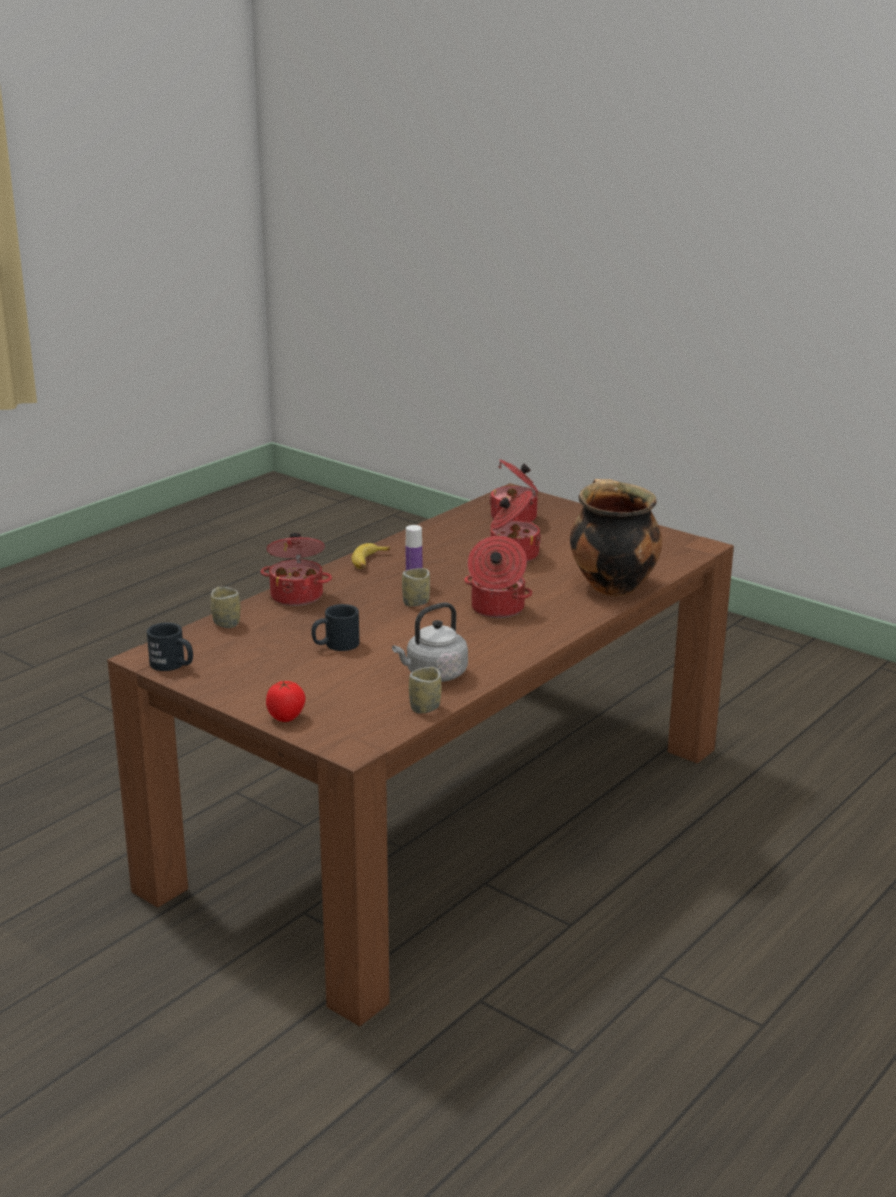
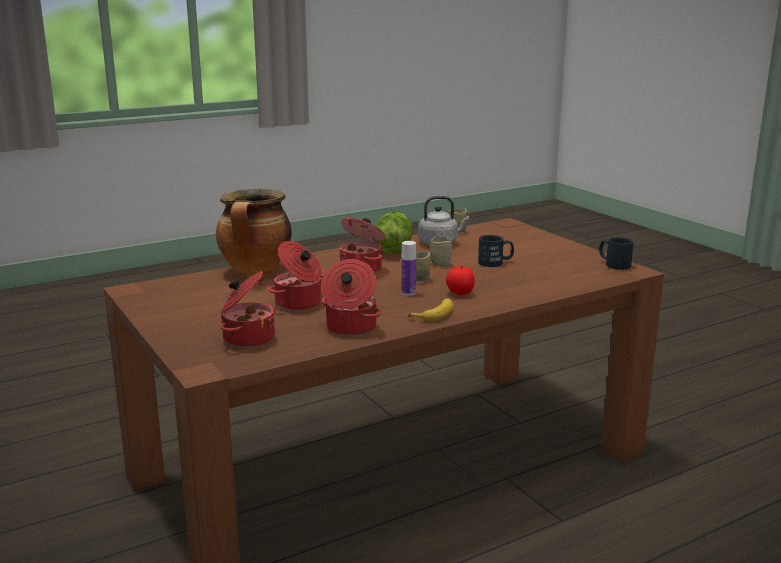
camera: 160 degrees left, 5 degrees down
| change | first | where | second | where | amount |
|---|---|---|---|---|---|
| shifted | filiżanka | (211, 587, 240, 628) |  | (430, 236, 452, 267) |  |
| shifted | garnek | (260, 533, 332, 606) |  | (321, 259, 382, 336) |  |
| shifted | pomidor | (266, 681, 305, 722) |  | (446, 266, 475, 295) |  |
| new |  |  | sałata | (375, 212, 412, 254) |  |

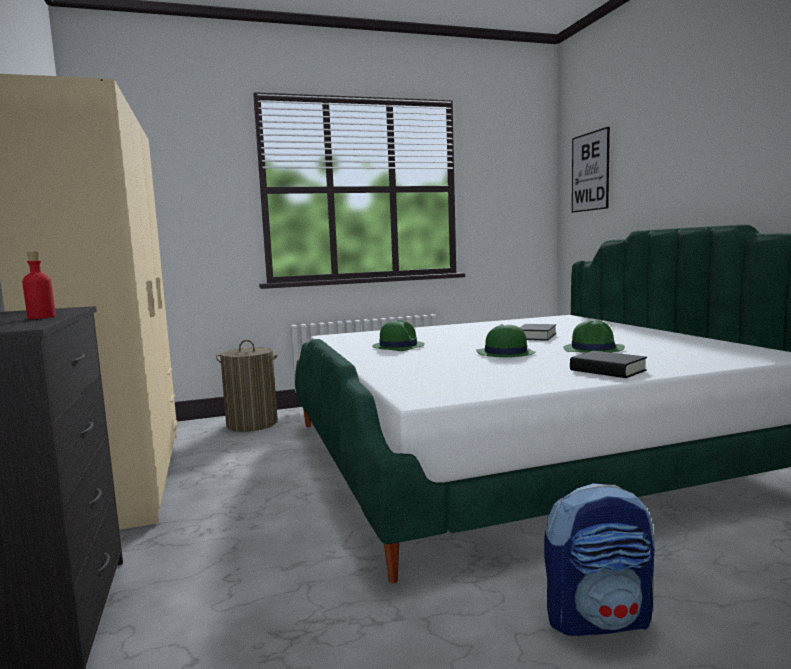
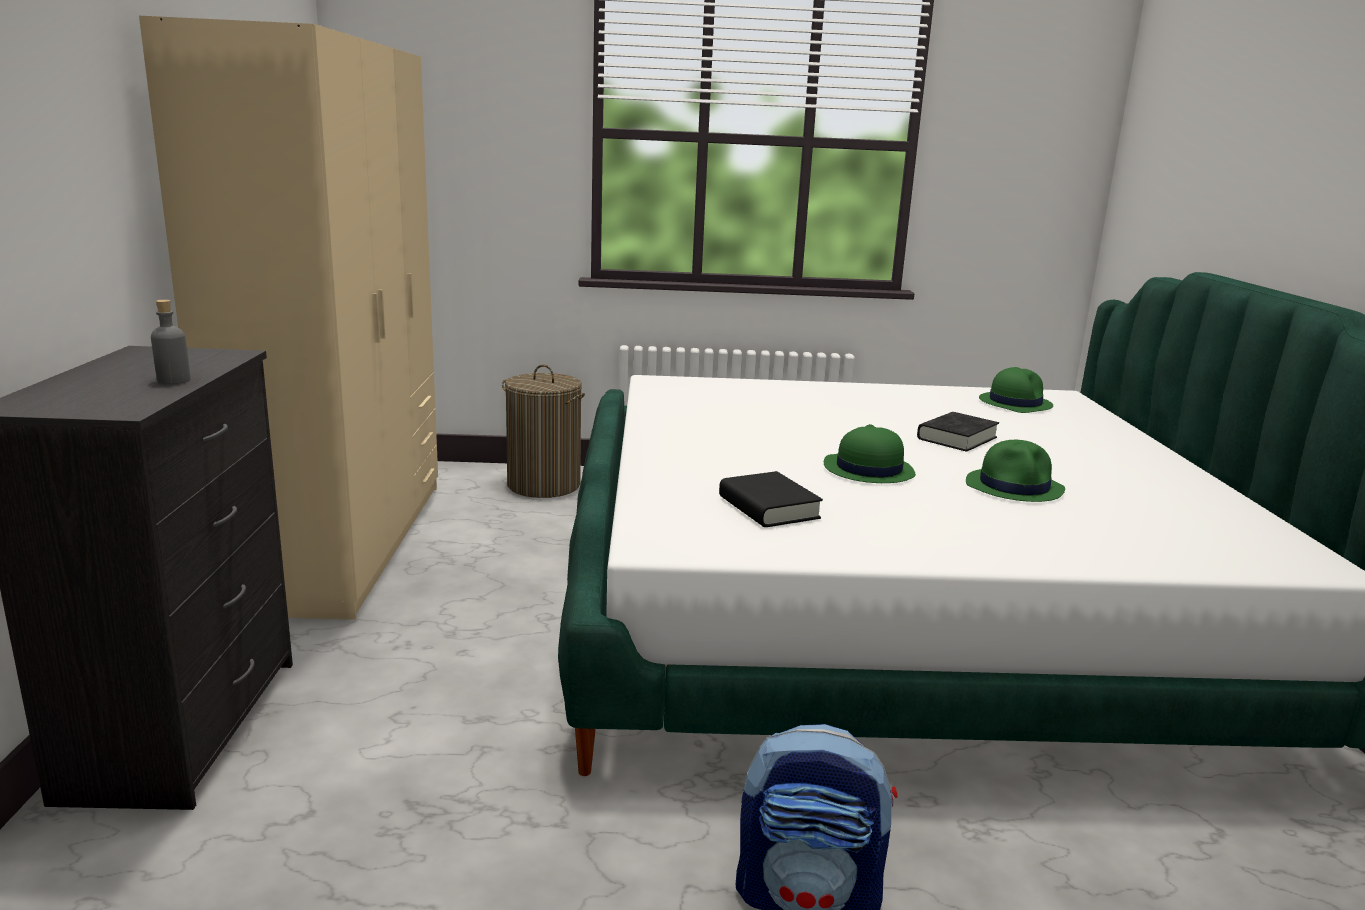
camera: 15 degrees right, 10 degrees up
| change | first | where | second | where | amount |
|---|---|---|---|---|---|
| repainted | butelka (czerwony) | (22, 252, 56, 319) | butelka (szary) | (151, 300, 191, 384) |  |
| shifted | kapelusz (zielony) | (372, 320, 425, 351) |  | (979, 367, 1053, 413) |  |
| shifted | książka (czarny) | (570, 351, 647, 378) |  | (719, 471, 823, 527) |  |
| gone | obraz | (572, 127, 610, 213) |  |  |  |

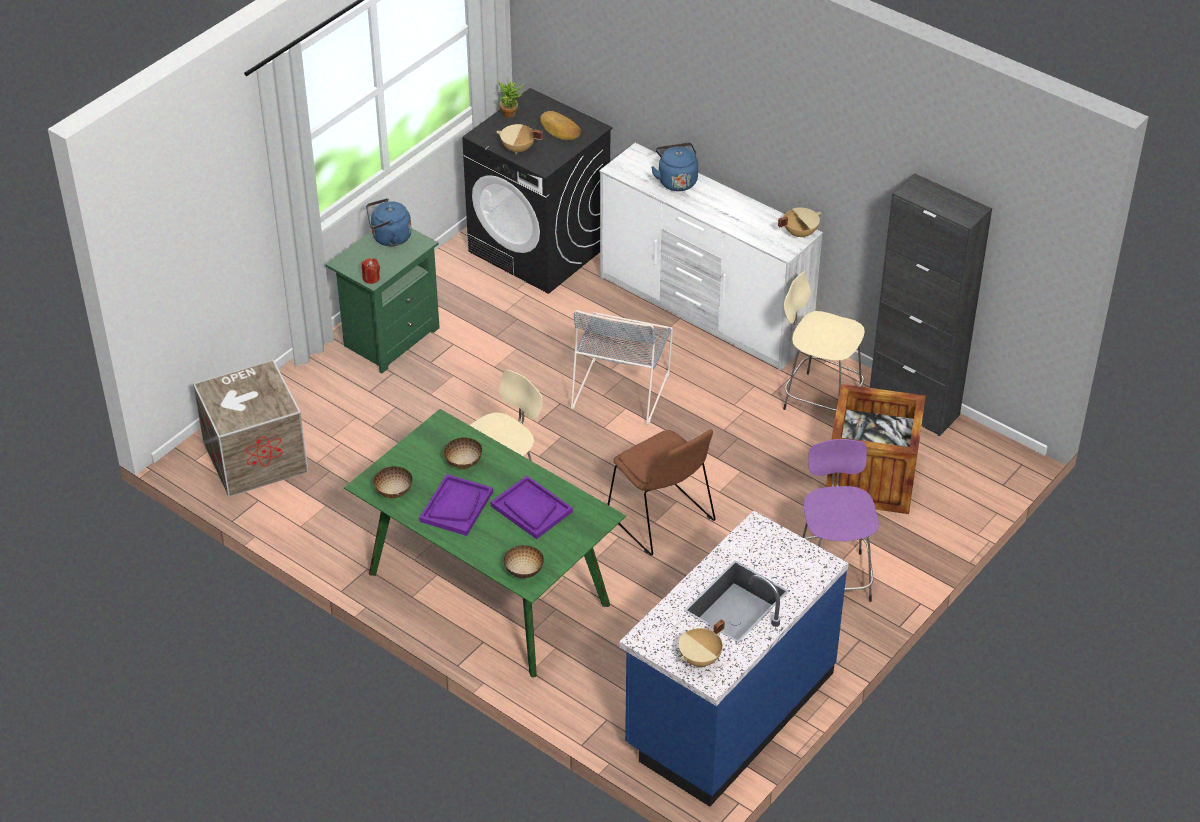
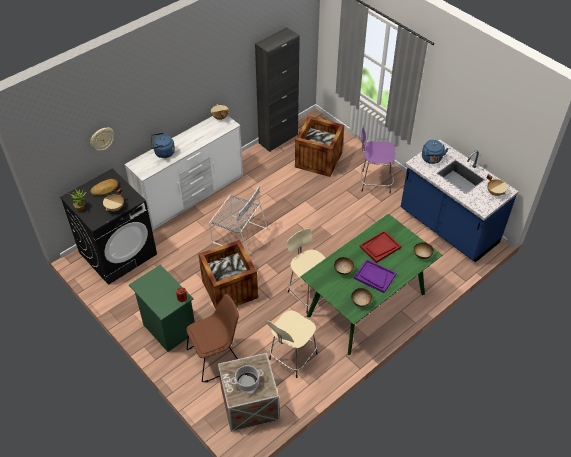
camera: 80 degrees left, 5 degrees up
| change | first | where | second | where | amount |
|---|---|---|---|---|---|
| shifted | czajnik (niebieski) | (366, 198, 412, 246) |  | (422, 140, 449, 164) |  |
| repainted | taca (fioletowy) | (491, 476, 573, 539) | taca (czerwony) | (360, 230, 401, 263) |  |
| shifted | krzesło (brązowy) | (608, 429, 716, 556) |  | (186, 294, 239, 382) |  |
| shifted | stołek (beżowy) | (783, 271, 865, 411) |  | (266, 310, 317, 378) |  |
| new |  |  | zegar ścienny | (90, 127, 114, 151) |  |
| new |  |  | skrzynka | (198, 240, 258, 309) |  |
| new |  |  | garnek | (230, 365, 264, 392) |  |

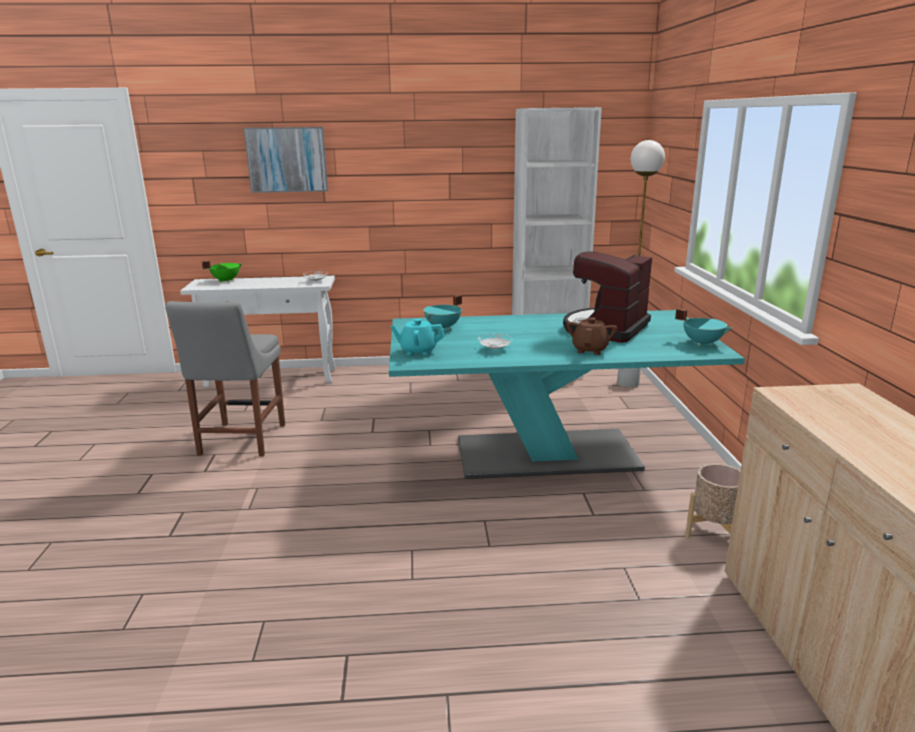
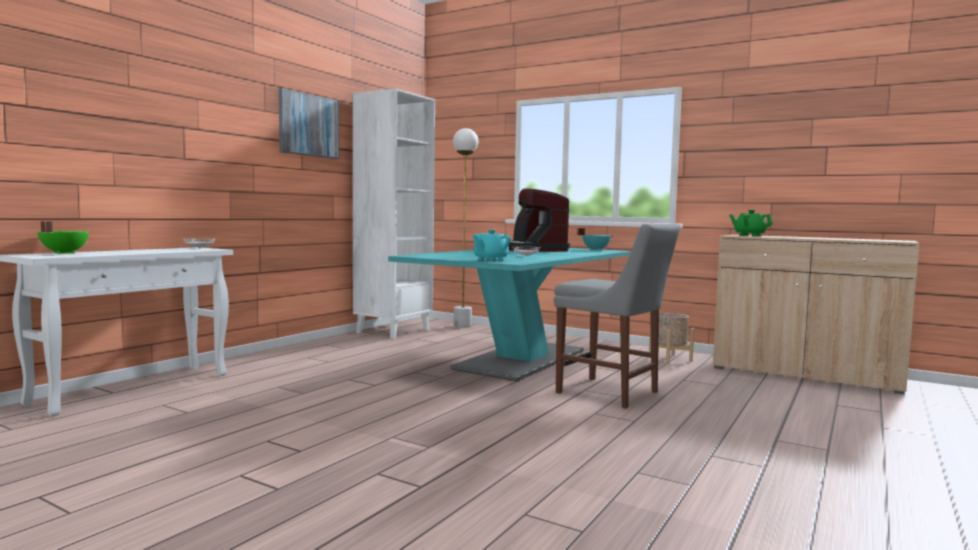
camera: 55 degrees left, 15 degrees down
| change | first | where | second | where | amount |
|---|---|---|---|---|---|
| shifted | krzesło (szary) | (165, 301, 285, 456) |  | (554, 224, 680, 408) |  |
| shifted | obraz | (244, 127, 328, 193) |  | (279, 88, 339, 159) |  |
| gone | garnek (turkusowy) | (424, 295, 462, 330) |  |  |  |
| gone | imbryk (brązowy) | (566, 317, 617, 355) |  |  |  |
| new |  |  | imbryk (zielony) | (729, 210, 773, 236) |  |

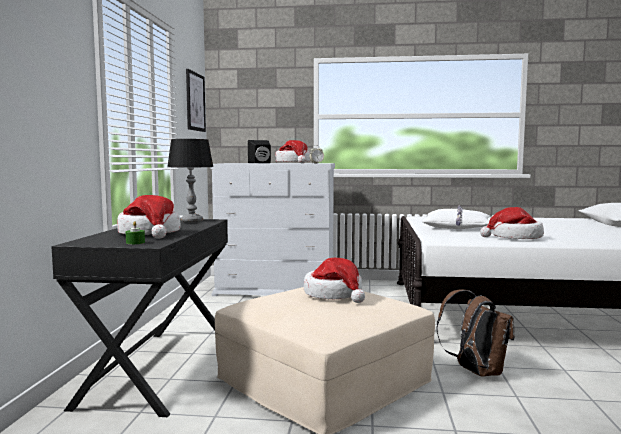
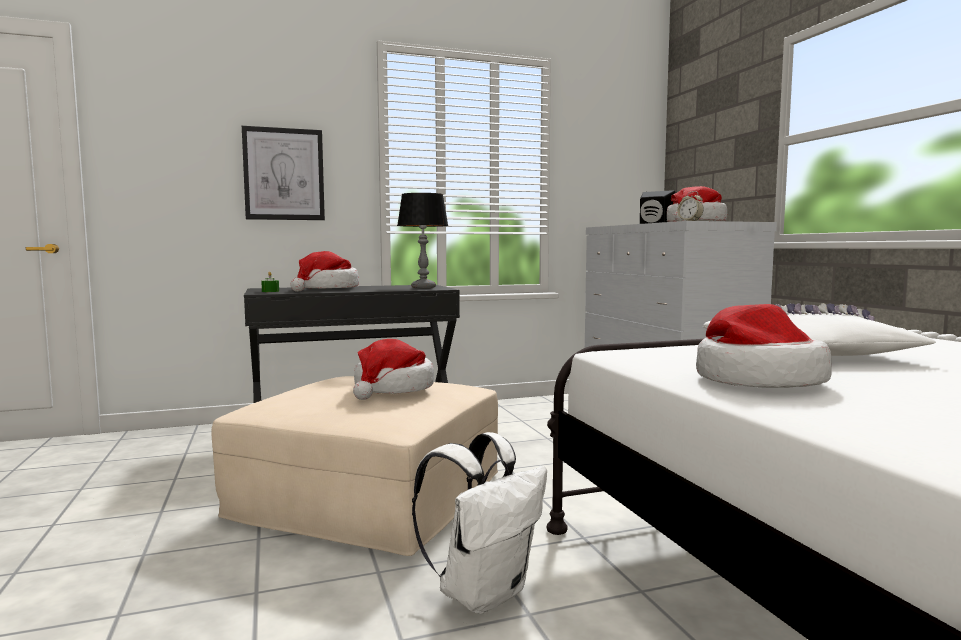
camera: 65 degrees right, 0 degrees up
| change | first | where | second | where | amount |
|---|---|---|---|---|---|
| shifted | obraz | (186, 69, 206, 132) |  | (242, 126, 325, 220) |  |
| repainted | plecak (brązowy) | (436, 289, 515, 377) | plecak (biały) | (412, 432, 547, 614) |  |

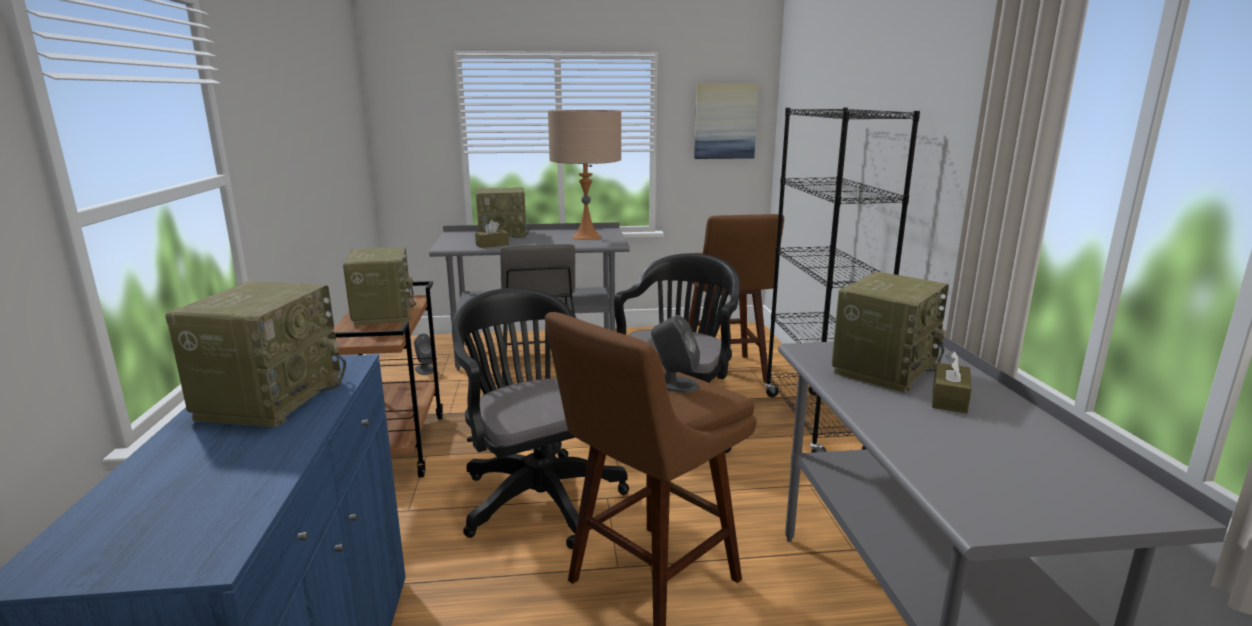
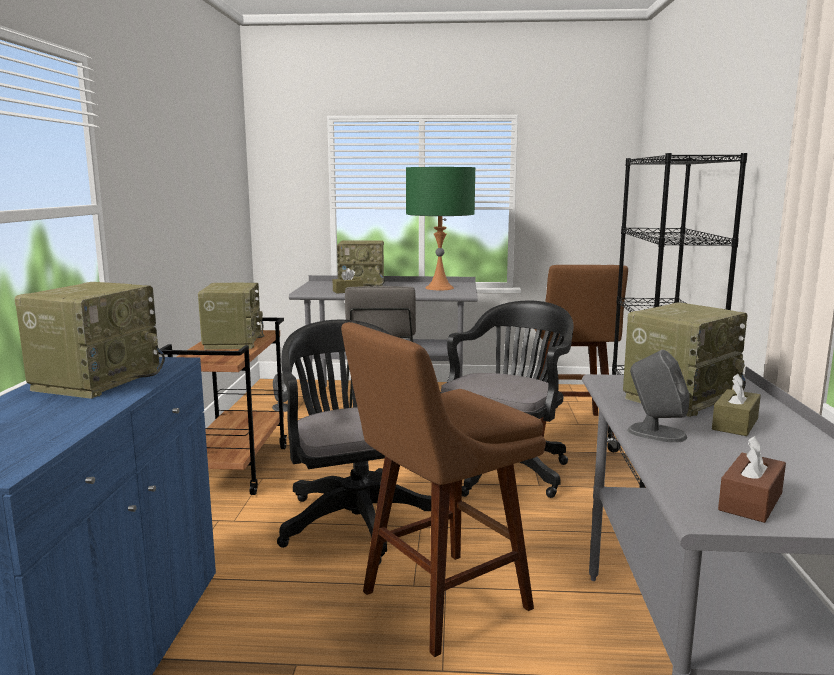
camera: 10 degrees right, 5 degrees down
| change | first | where | second | where | amount |
|---|---|---|---|---|---|
| repainted | lampa stołowa (beżowy) | (548, 110, 621, 240) | lampa stołowa (zielony) | (406, 167, 475, 290) |  |
| shifted | głośnik (szary) | (651, 315, 700, 393) |  | (628, 350, 690, 443) |  |
| gone | obraz | (694, 84, 759, 159) |  |  |  |
| new |  |  | pudełko chusteczek (brązowy) | (718, 436, 786, 523) |  |

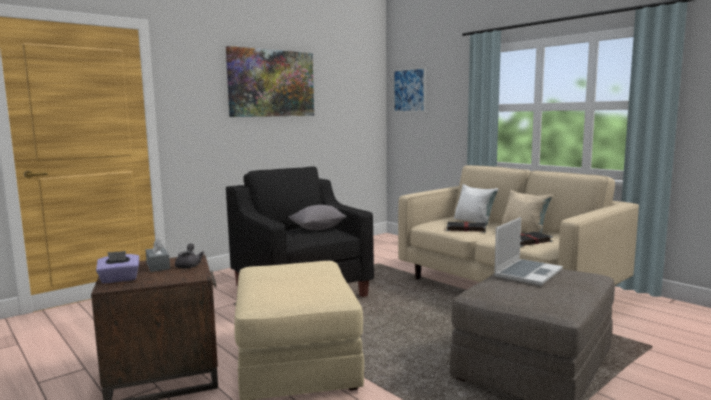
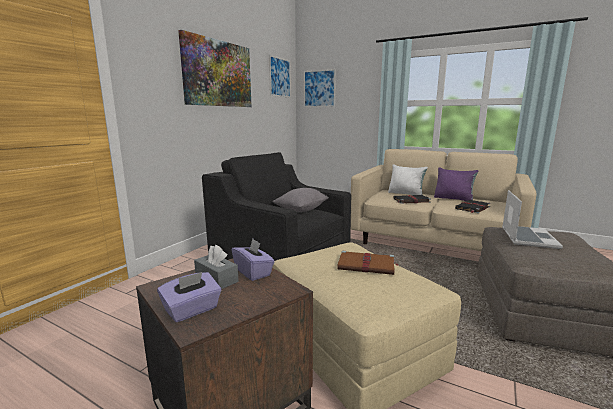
camera: 20 degrees left, 5 degrees up
| change | first | where | second | where | amount |
|---|---|---|---|---|---|
| swapped | imbryk (szary) | (175, 243, 204, 269) | pudełko chusteczek (fioletowy) | (232, 238, 275, 281) |  |
| repainted | poduszka (beżowy) | (501, 190, 553, 234) | poduszka (fioletowy) | (434, 168, 478, 201) |  |
| new |  |  | obraz | (269, 55, 291, 98) |  |
| new |  |  | książka (brązowy) | (337, 251, 398, 275) |  |

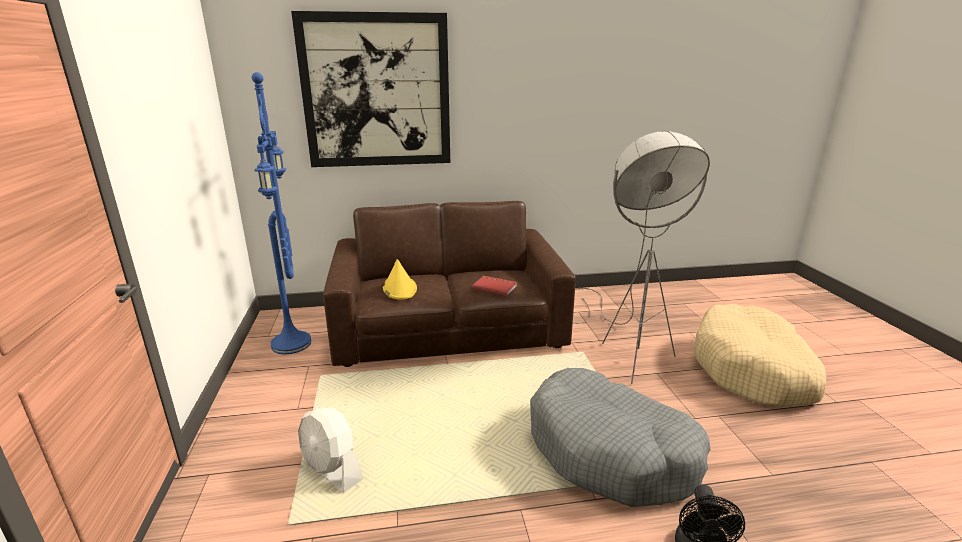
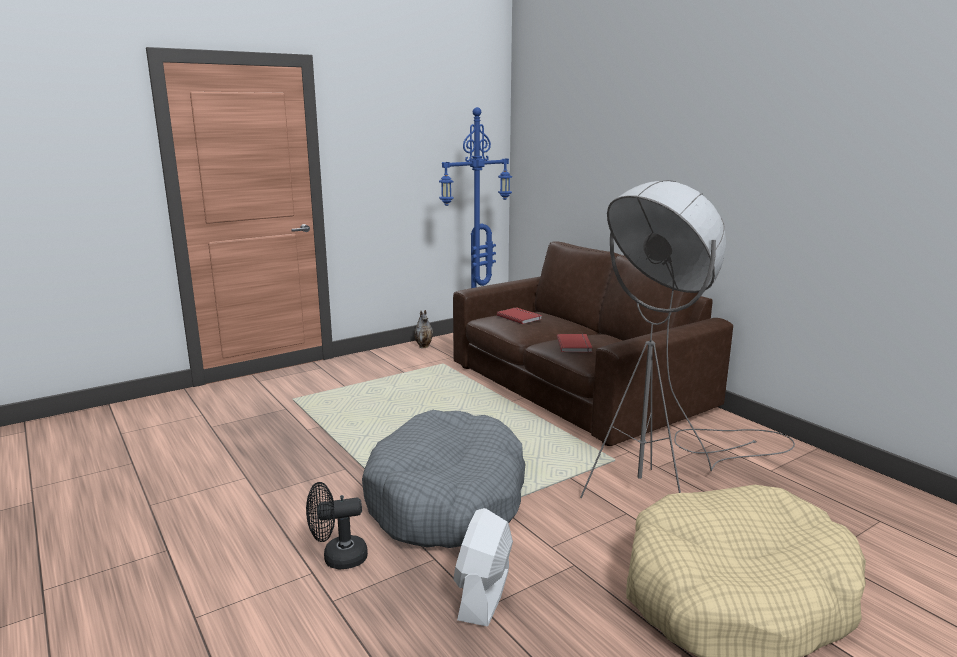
camera: 65 degrees right, 5 degrees down
| change | first | where | second | where | amount |
|---|---|---|---|---|---|
| gone | obraz | (291, 11, 450, 167) |  |  |  |
| shifted | wentylator (biały) | (298, 408, 363, 493) |  | (453, 508, 513, 627) |  |
| swapped | kapelusz (żółty) | (383, 259, 417, 300) | książka (czerwony) | (497, 307, 542, 324) |  |
| new |  |  | wazon | (414, 310, 433, 348) |  |

